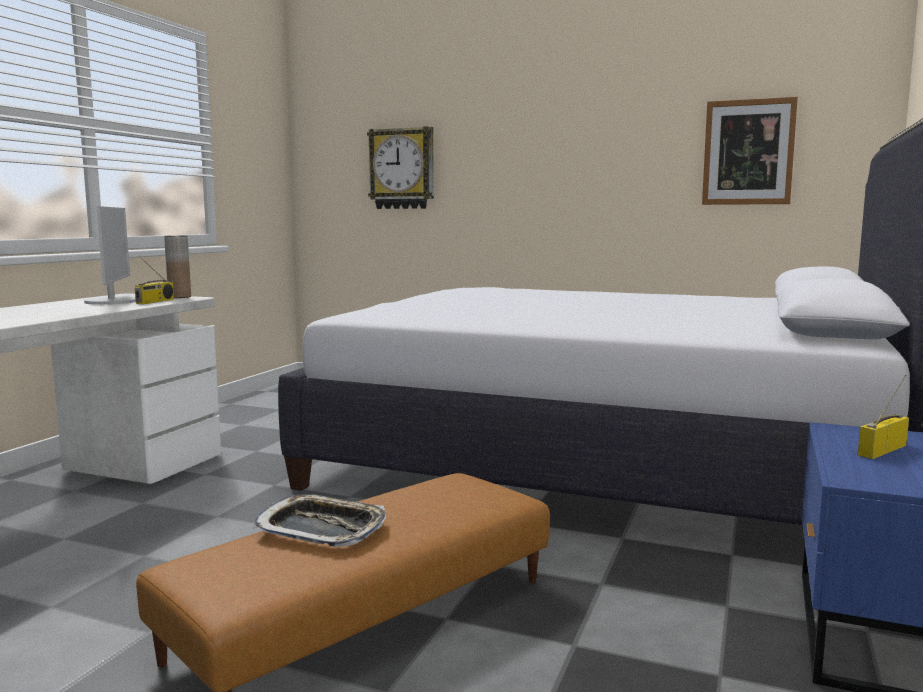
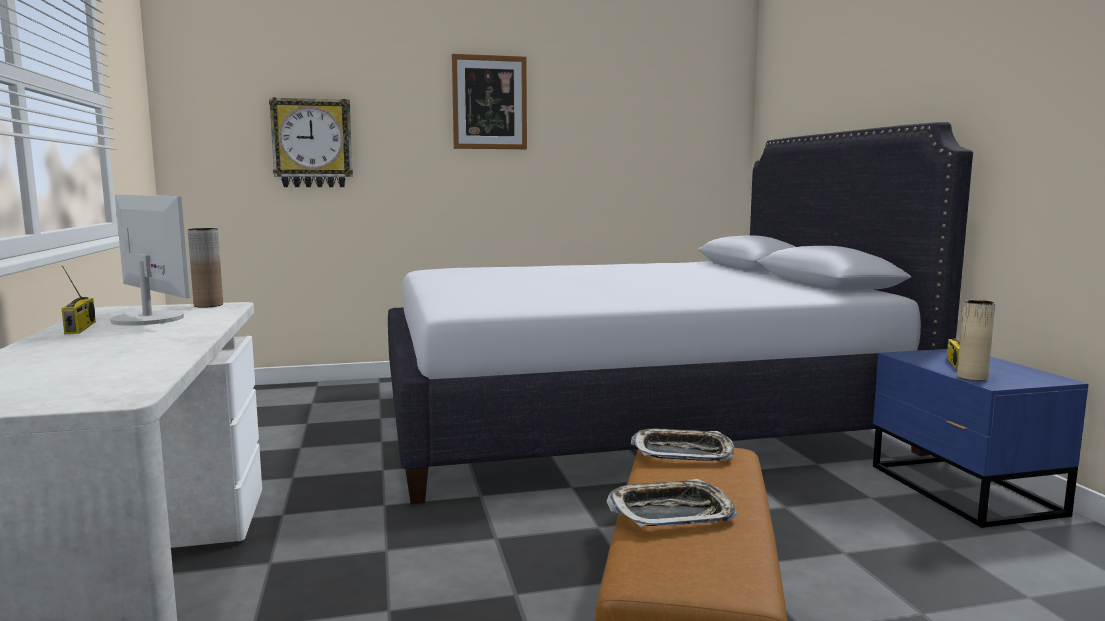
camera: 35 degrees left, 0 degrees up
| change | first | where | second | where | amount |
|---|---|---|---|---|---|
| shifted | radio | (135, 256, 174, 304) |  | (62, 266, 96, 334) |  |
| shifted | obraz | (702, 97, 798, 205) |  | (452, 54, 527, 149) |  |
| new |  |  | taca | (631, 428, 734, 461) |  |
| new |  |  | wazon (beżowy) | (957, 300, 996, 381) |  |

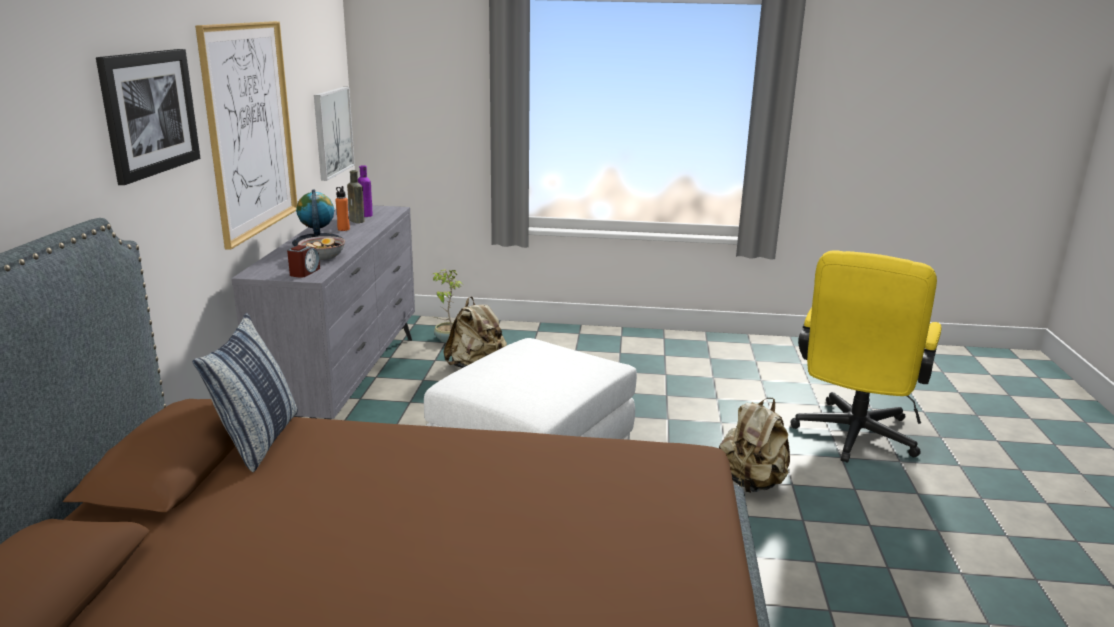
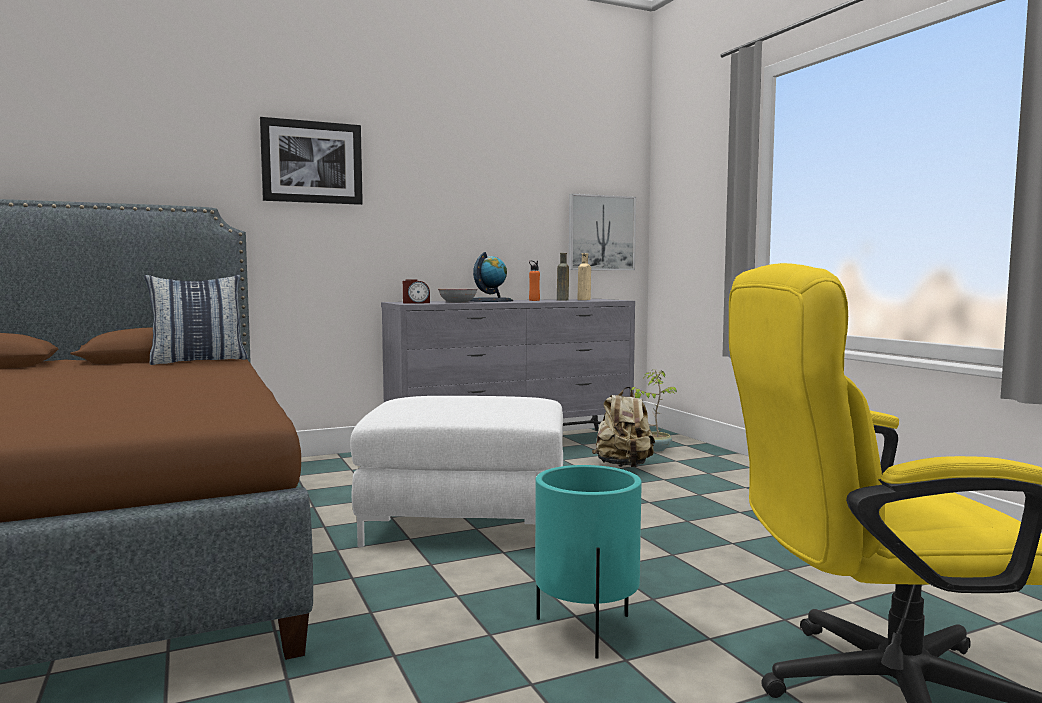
camera: 60 degrees right, 15 degrees down
| change | first | where | second | where | amount |
|---|---|---|---|---|---|
| gone | obraz | (195, 21, 297, 250) |  |  |  |
| repainted | butelka (fioletowy) | (358, 165, 373, 217) | butelka (beżowy) | (578, 253, 591, 300) |  |
| swapped | plecak (beżowy) | (719, 398, 790, 493) | donica (turkusowy) | (535, 465, 642, 659) |  |

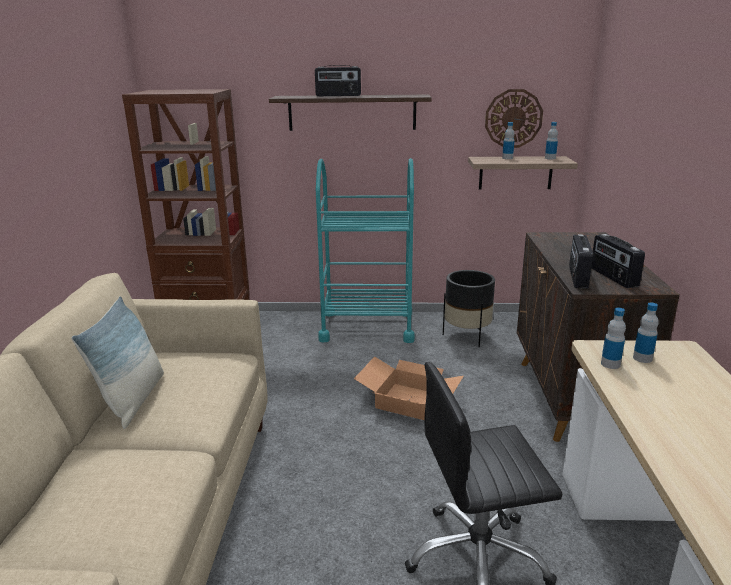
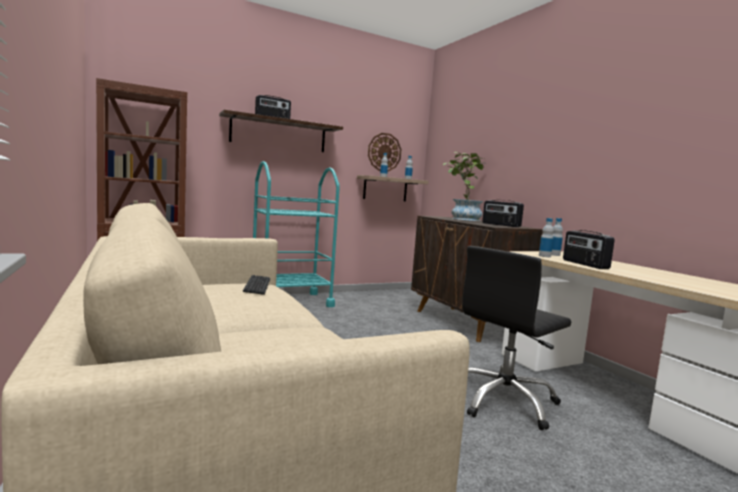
camera: 30 degrees left, 15 degrees down
| change | first | where | second | where | amount |
|---|---|---|---|---|---|
| gone | poduszka | (71, 296, 164, 429) |  |  |  |
| gone | karton | (354, 356, 464, 420) |  |  |  |
| gone | donica (czarny) | (443, 270, 495, 347) |  |  |  |
| shifted | radio | (569, 234, 593, 289) |  | (563, 230, 615, 269) |  |
| new |  |  | klawiatura | (243, 275, 270, 295) |  |
| new |  |  | roślina doniczkowa | (443, 152, 487, 221) |  |

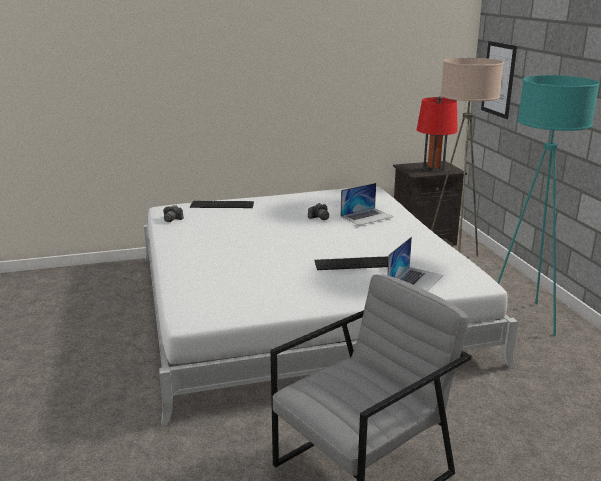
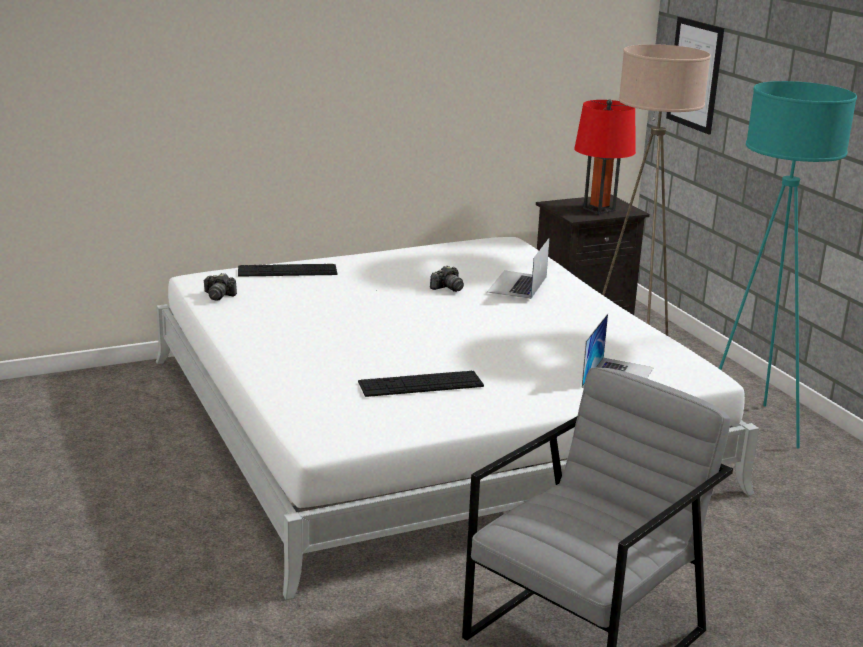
camera: 10 degrees left, 0 degrees up
| change | first | where | second | where | amount |
|---|---|---|---|---|---|
| shifted | klawiatura | (314, 257, 388, 270) |  | (358, 371, 484, 397) |  |
| rotated | laptop | (341, 183, 393, 226) |  | (487, 238, 550, 299) | 150 degrees clockwise |

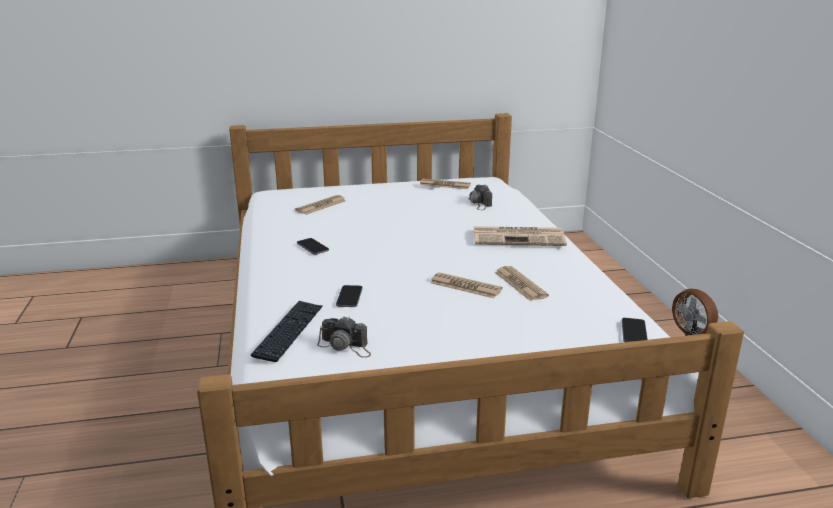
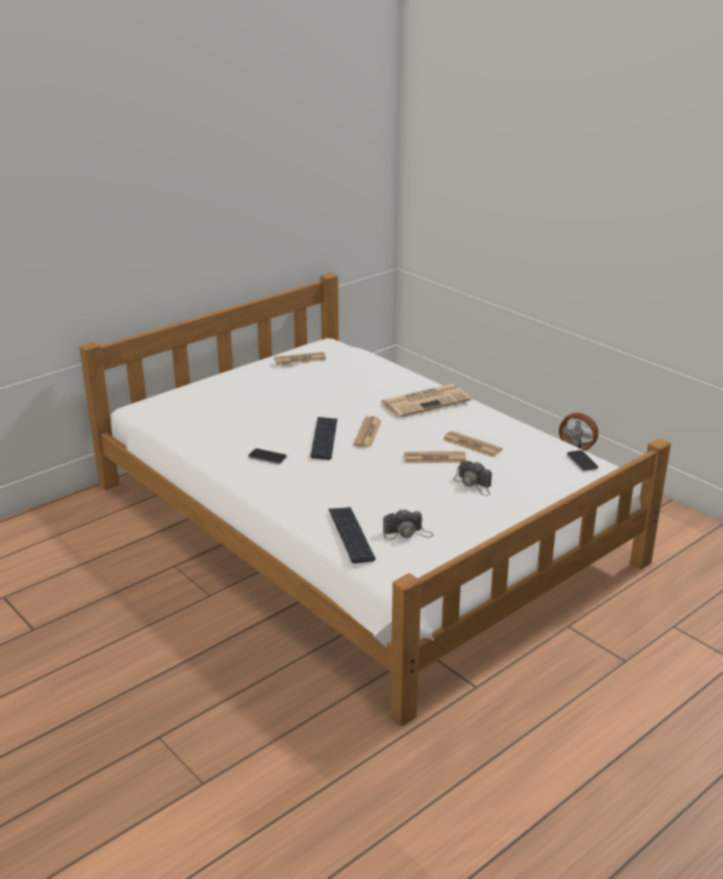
camera: 30 degrees left, 5 degrees up
| change | first | where | second | where | amount |
|---|---|---|---|---|---|
| shifted | gazeta | (295, 195, 346, 215) |  | (353, 416, 382, 448) |  |
| gone | telefon | (336, 285, 362, 307) |  |  |  |
| shifted | aparat fotograficzny | (468, 185, 492, 210) |  | (454, 461, 492, 496) |  |
| new |  |  | klawiatura | (310, 417, 337, 460) |  |

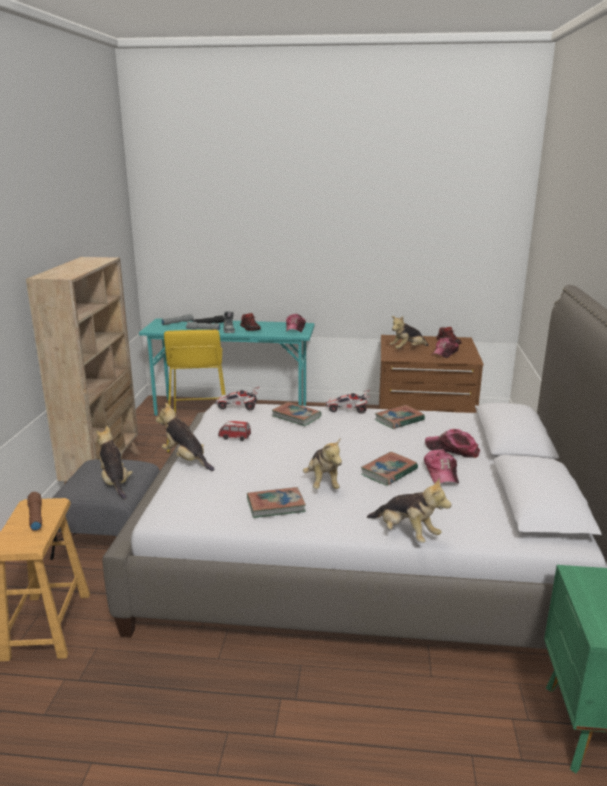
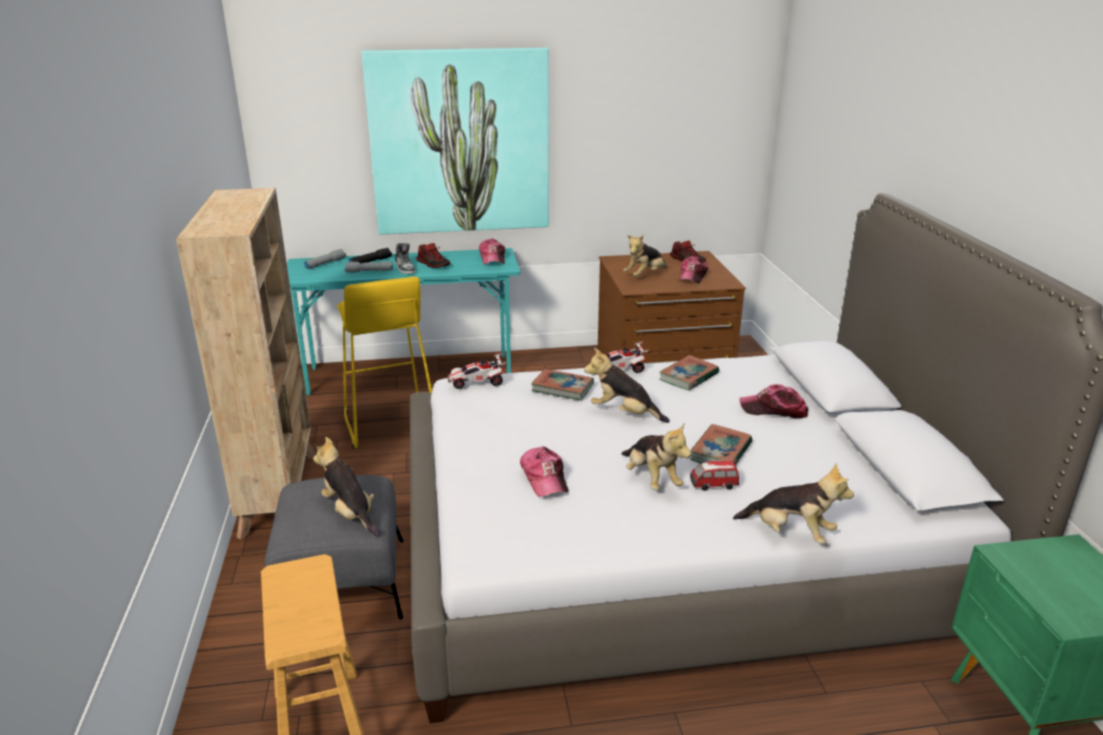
camera: 15 degrees left, 5 degrees up
| change | first | where | second | where | amount |
|---|---|---|---|---|---|
| gone | latarka (brązowy) | (27, 492, 42, 531) |  |  |  |
| shifted | pluszak | (156, 403, 214, 471) |  | (584, 348, 670, 423) |  |
| shifted | samochodzik | (218, 421, 251, 441) |  | (690, 460, 739, 491) |  |
| gone | książka | (247, 487, 306, 518) |  |  |  |
| shifted | czapka z daszkiem | (424, 449, 459, 484) |  | (520, 446, 569, 497) |  |
| new |  |  | obraz | (361, 48, 549, 235) |  |

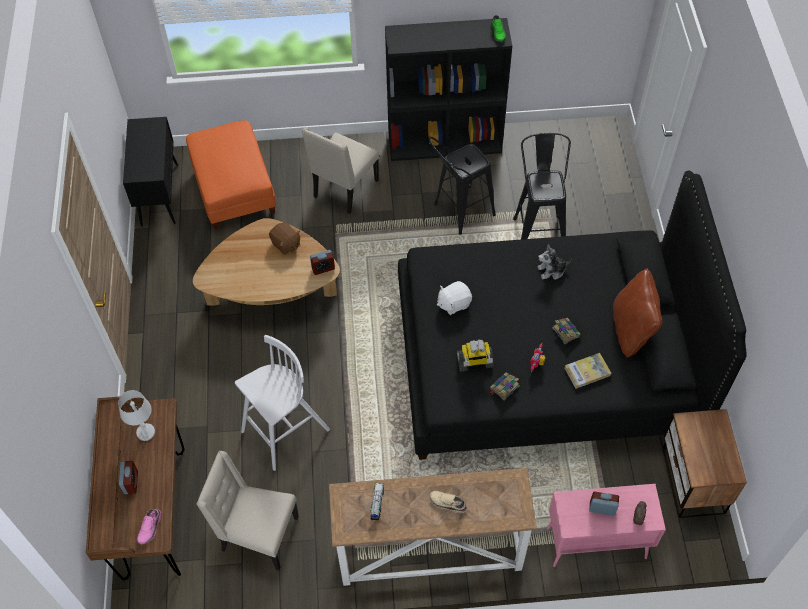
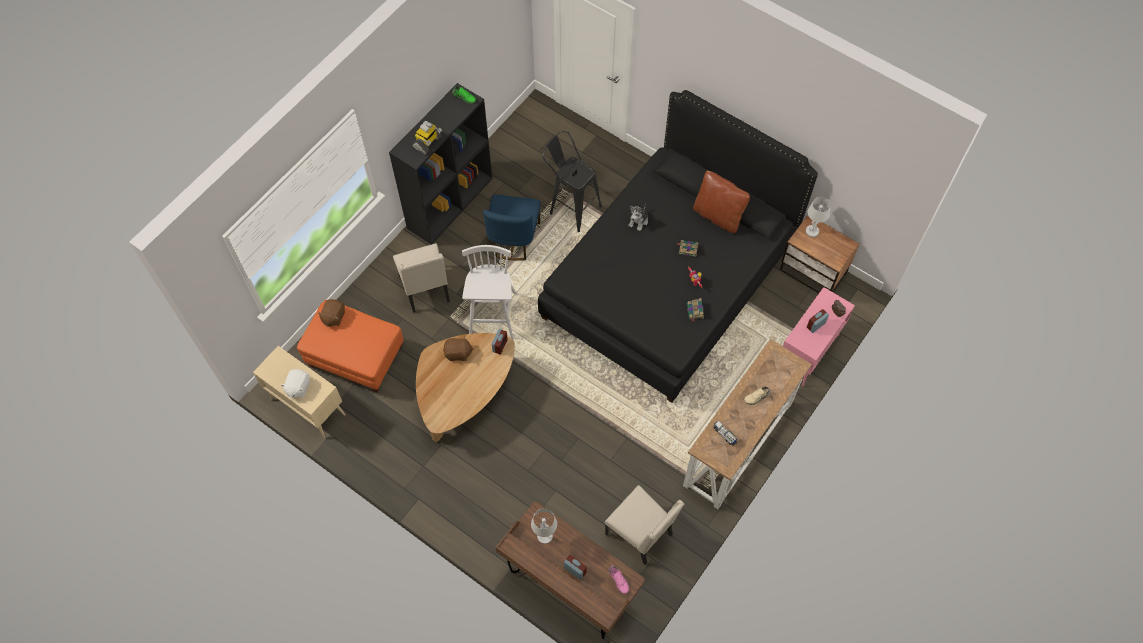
camera: 50 degrees left, 5 degrees up
| change | first | where | second | where | amount |
|---|---|---|---|---|---|
| repainted | szafka (czarny) | (123, 117, 178, 227) | szafka (beżowy) | (253, 346, 346, 439) |  |
| rotated | krzesło (beżowy) | (197, 451, 299, 571) |  | (605, 485, 684, 565) | 105 degrees counterclockwise |
| shifted | stołek (biały) | (235, 335, 330, 471) |  | (462, 245, 516, 340) |  |
| swapped | stołek (czarny) | (429, 137, 496, 234) | krzesło (niebieski) | (483, 194, 541, 261) |  |
| shifted | pluszak (biały) | (437, 281, 472, 315) |  | (281, 369, 310, 399) |  |
| shifted | robot zabawkowy | (457, 340, 494, 371) |  | (412, 121, 442, 154) |  |
| gone | książka | (565, 353, 611, 389) |  |  |  |
| new |  |  | pluszak (brązowy) | (317, 299, 345, 327) |  |
| new |  |  | lampa stołowa (biały) | (806, 197, 831, 237) |  |

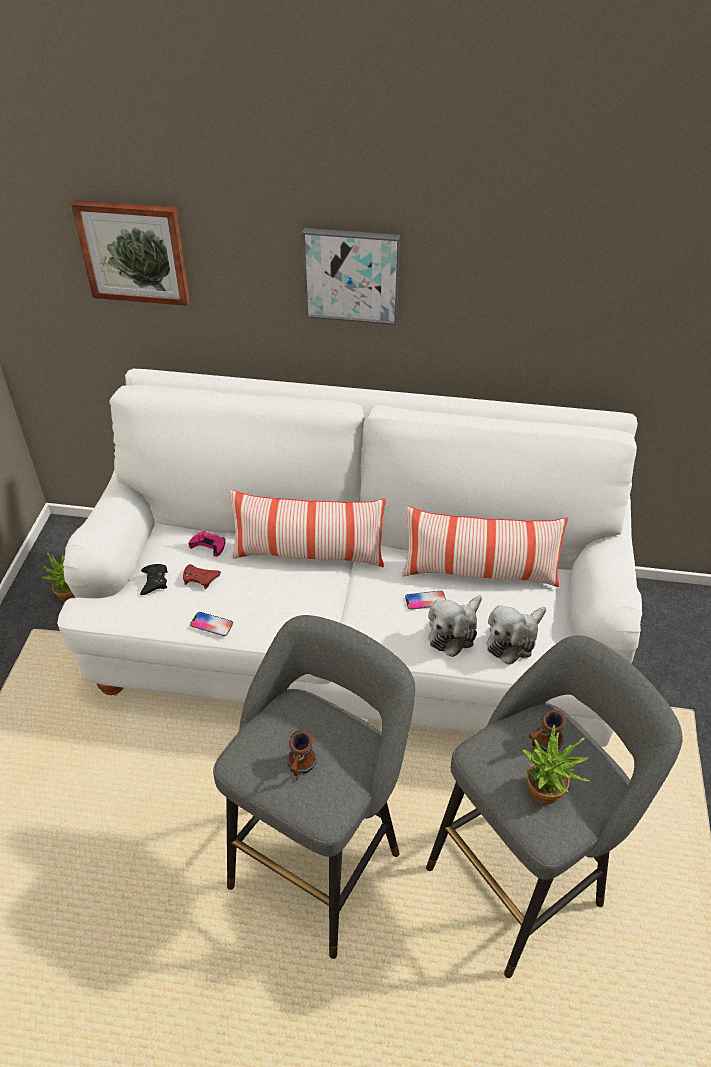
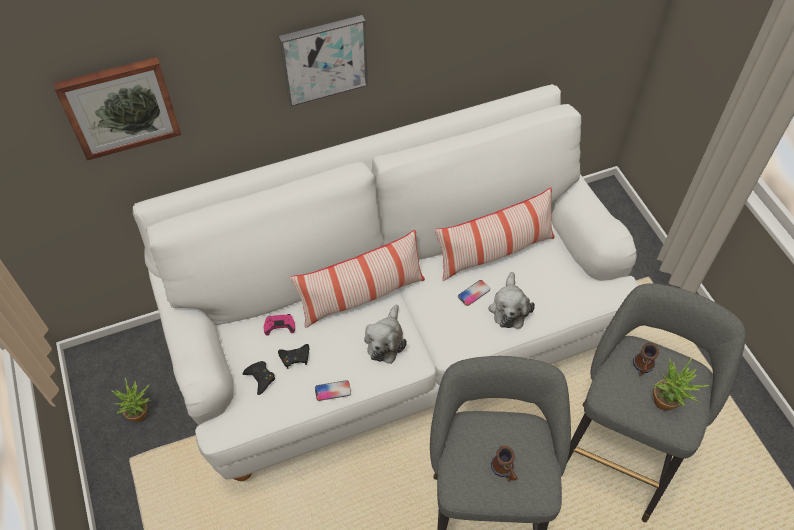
camera: 30 degrees left, 10 degrees up
| change | first | where | second | where | amount |
|---|---|---|---|---|---|
| repainted | pad do gier (czerwony) | (183, 564, 221, 589) | pad do gier (czarny) | (278, 344, 309, 369) |  |
| shifted | pluszak | (487, 605, 546, 665) |  | (364, 304, 407, 364) |  |

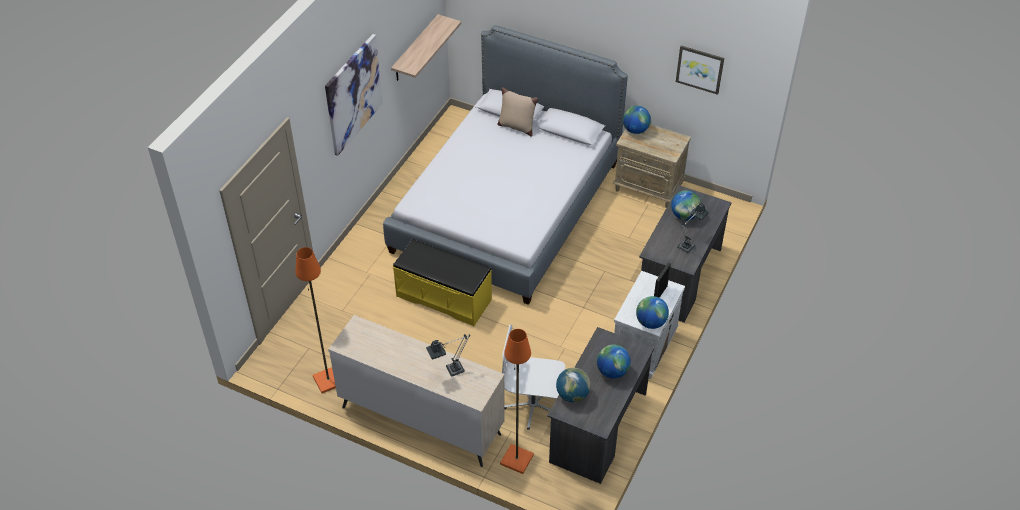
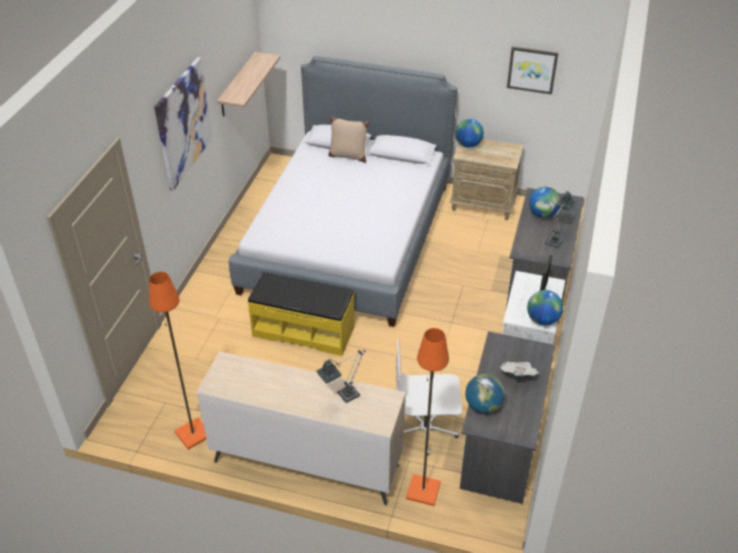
camera: 10 degrees left, 5 degrees down
| change | first | where | second | where | amount |
|---|---|---|---|---|---|
| swapped | globus | (597, 345, 631, 378) | gazeta | (500, 361, 539, 376) |  |

